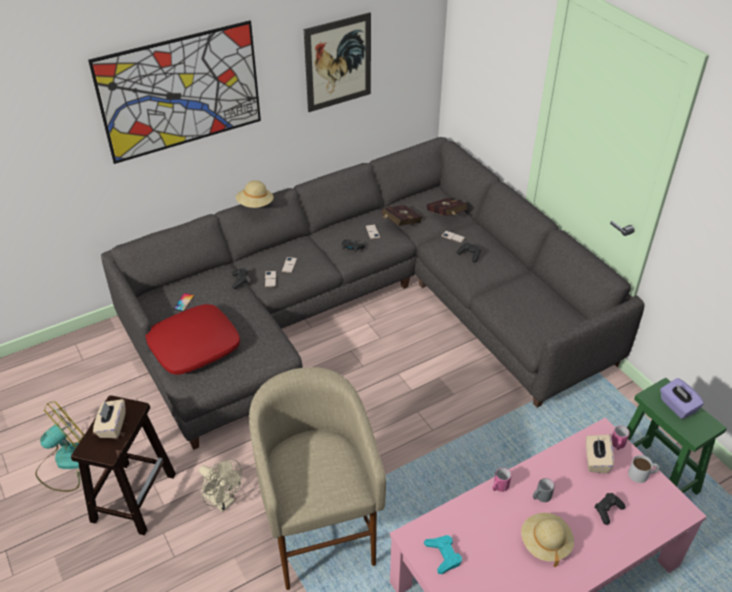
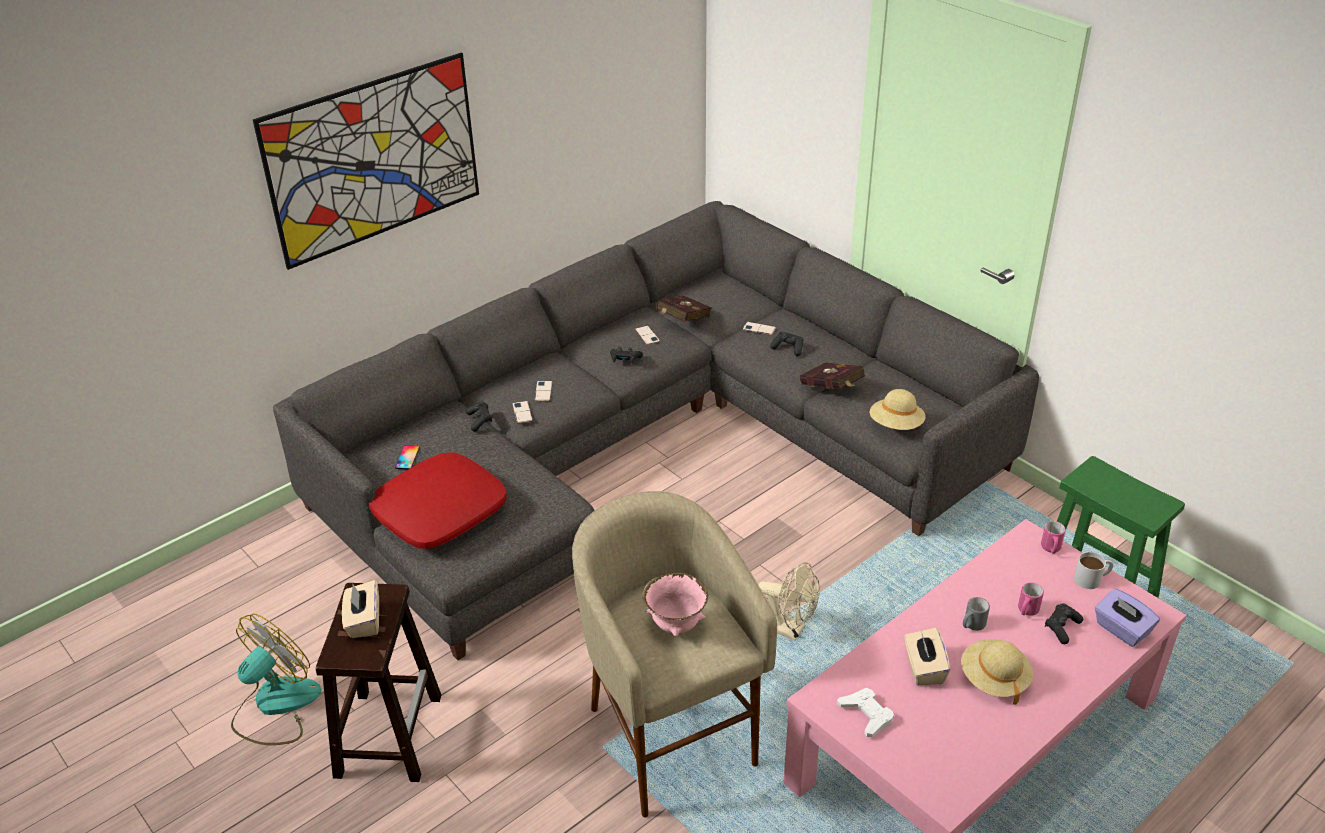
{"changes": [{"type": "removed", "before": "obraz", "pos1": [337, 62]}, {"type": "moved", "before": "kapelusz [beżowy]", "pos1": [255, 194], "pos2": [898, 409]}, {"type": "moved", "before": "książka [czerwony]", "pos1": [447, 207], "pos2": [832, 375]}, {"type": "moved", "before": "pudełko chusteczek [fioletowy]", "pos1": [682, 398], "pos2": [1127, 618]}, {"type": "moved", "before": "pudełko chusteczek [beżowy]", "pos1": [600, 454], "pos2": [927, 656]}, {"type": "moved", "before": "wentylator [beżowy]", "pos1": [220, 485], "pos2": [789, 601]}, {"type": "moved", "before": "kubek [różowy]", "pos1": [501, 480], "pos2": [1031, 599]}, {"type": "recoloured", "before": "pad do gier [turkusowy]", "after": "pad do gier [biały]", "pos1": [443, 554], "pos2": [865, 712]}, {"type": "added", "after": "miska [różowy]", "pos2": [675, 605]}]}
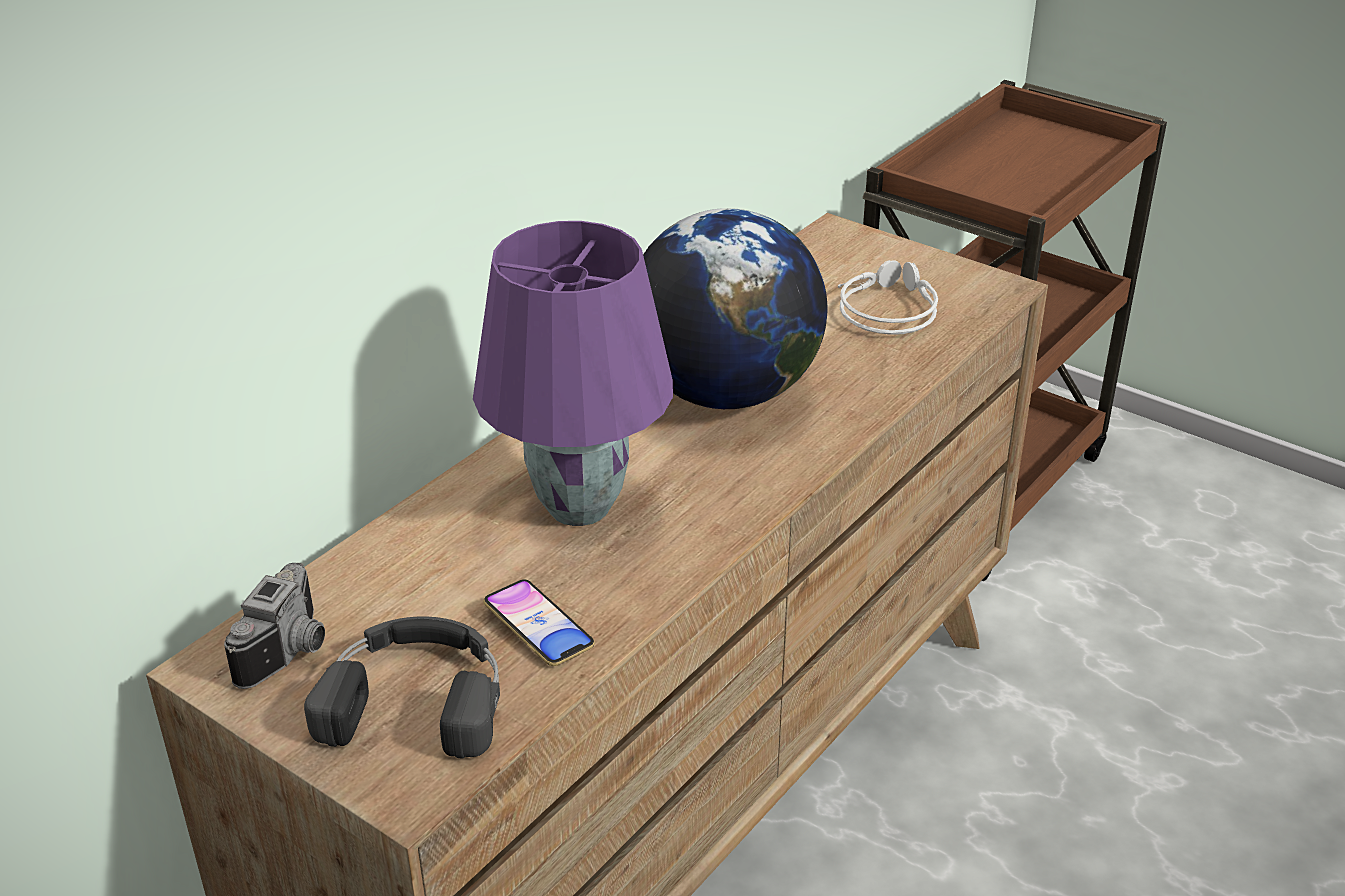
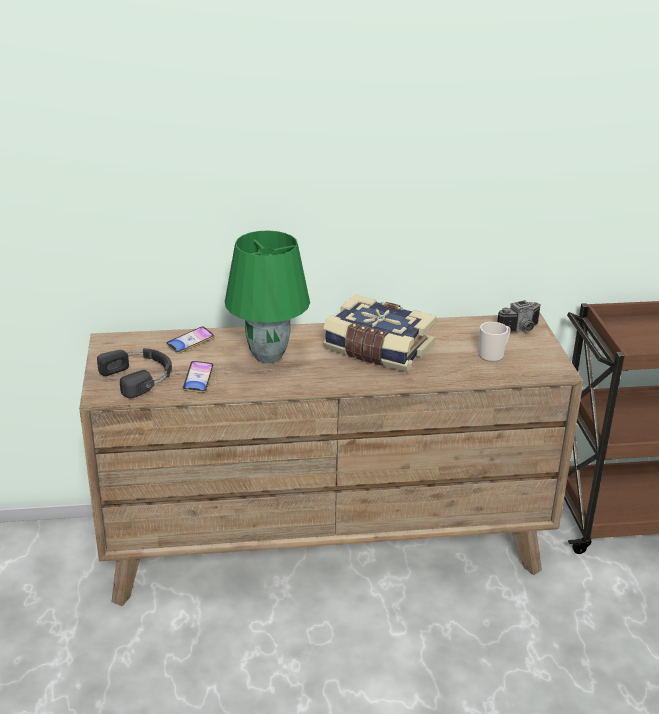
{"changes": [{"type": "replaced", "before": "globus", "after": "książka", "pos1": [735, 308], "pos2": [380, 333]}, {"type": "recoloured", "before": "lampa stołowa [fioletowy]", "after": "lampa stołowa [zielony]", "pos1": [573, 373], "pos2": [267, 297]}, {"type": "replaced", "before": "słuchawki [szary]", "after": "kubek", "pos1": [888, 297], "pos2": [495, 342]}, {"type": "moved", "before": "aparat fotograficzny", "pos1": [274, 626], "pos2": [519, 316]}, {"type": "added", "after": "telefon", "pos2": [190, 340]}]}
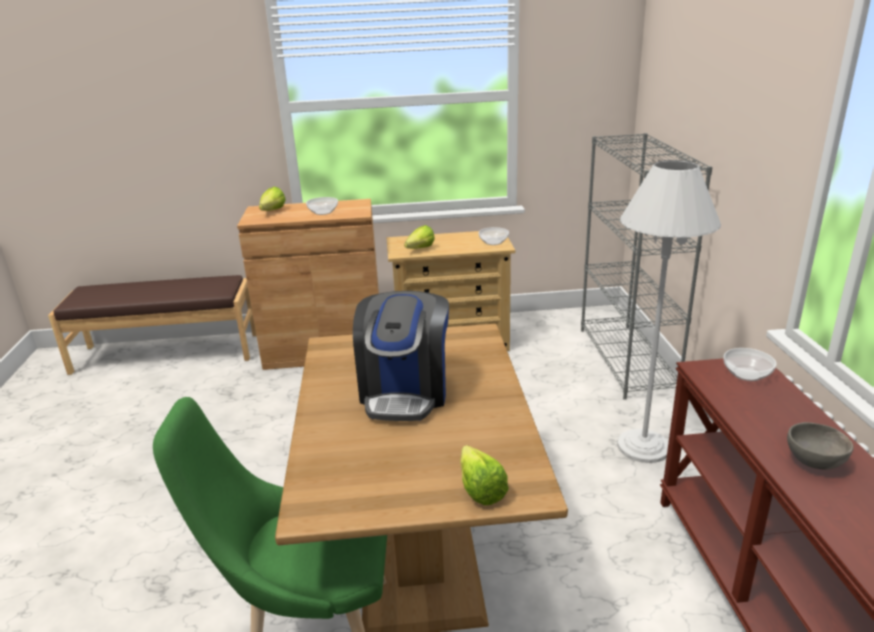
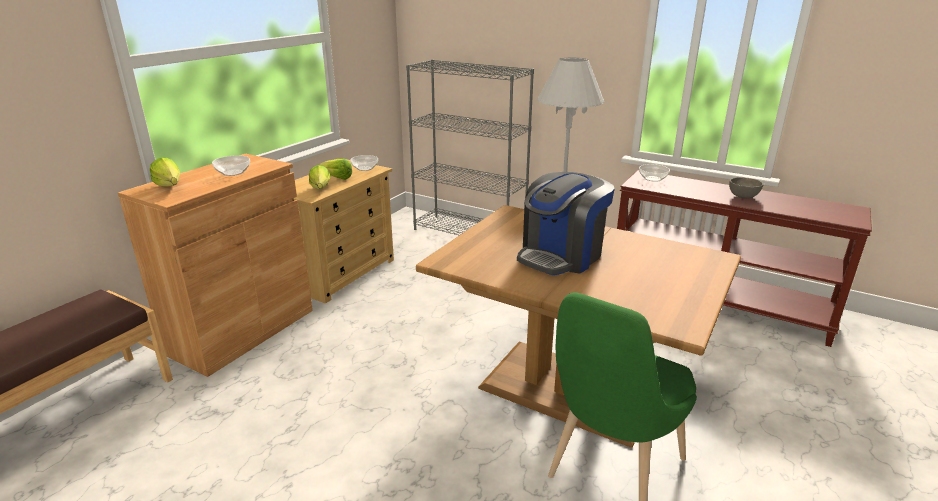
{"changes": [{"type": "turned", "before": "ekspres do kawy", "pos1": [401, 356], "pos2": [566, 223], "turn": 90}, {"type": "moved", "before": "sałata", "pos1": [484, 475], "pos2": [335, 169]}]}
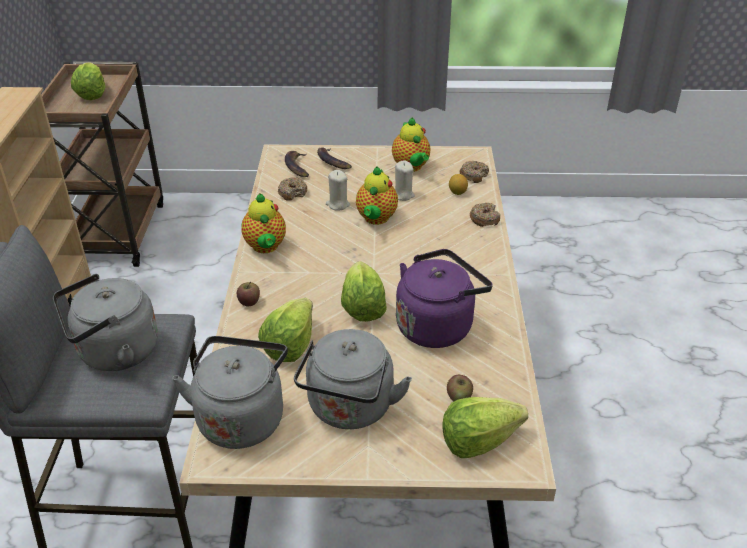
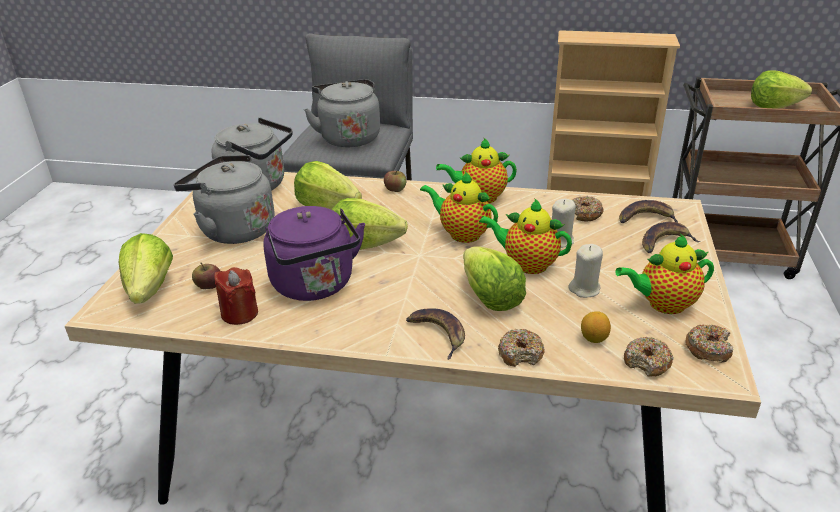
{"changes": [{"type": "added", "after": "imbryk", "pos2": [459, 207]}, {"type": "added", "after": "sałata", "pos2": [494, 278]}, {"type": "added", "after": "świeca [czerwony]", "pos2": [236, 296]}, {"type": "added", "after": "banan", "pos2": [435, 334]}, {"type": "added", "after": "donut", "pos2": [709, 343]}]}
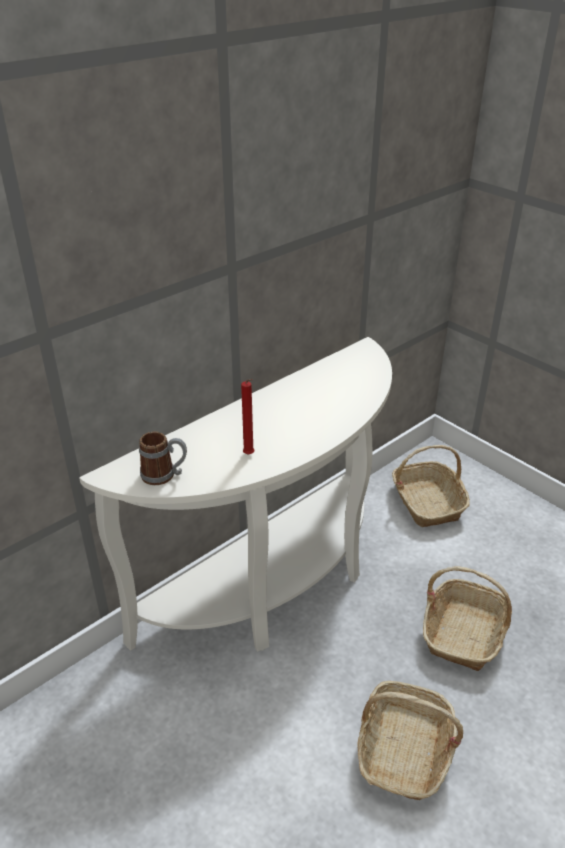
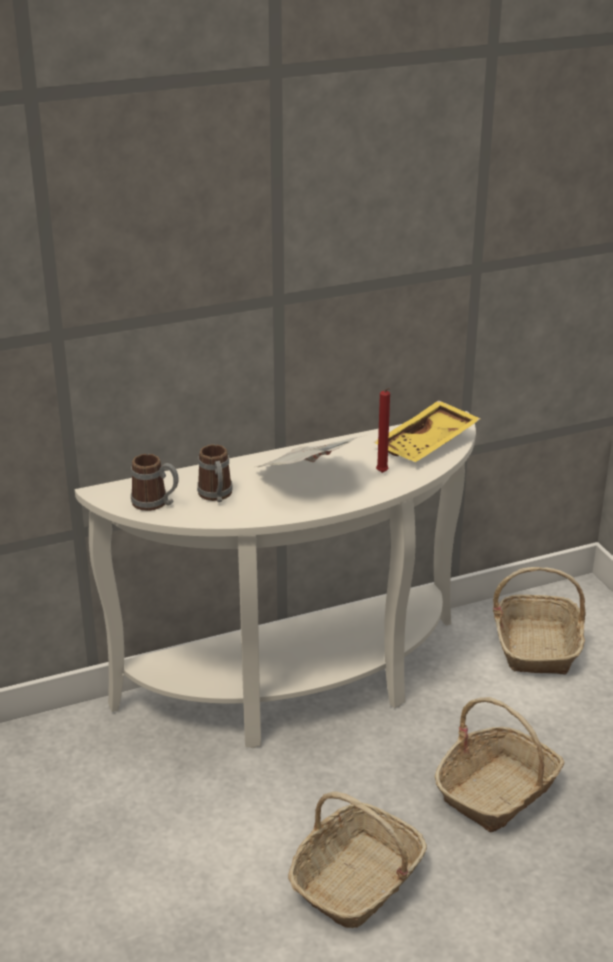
{"changes": [{"type": "moved", "before": "świeca [czerwony]", "pos1": [247, 417], "pos2": [383, 430]}, {"type": "added", "after": "taca [żółty]", "pos2": [426, 431]}, {"type": "added", "after": "gazeta", "pos2": [309, 451]}, {"type": "added", "after": "kubek", "pos2": [215, 473]}]}
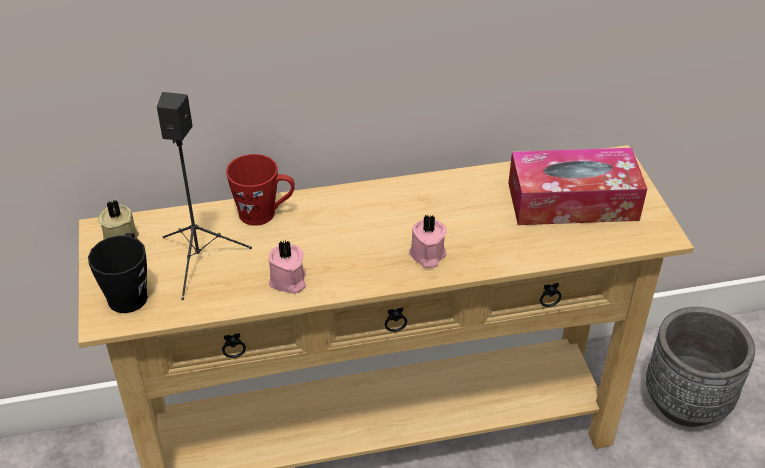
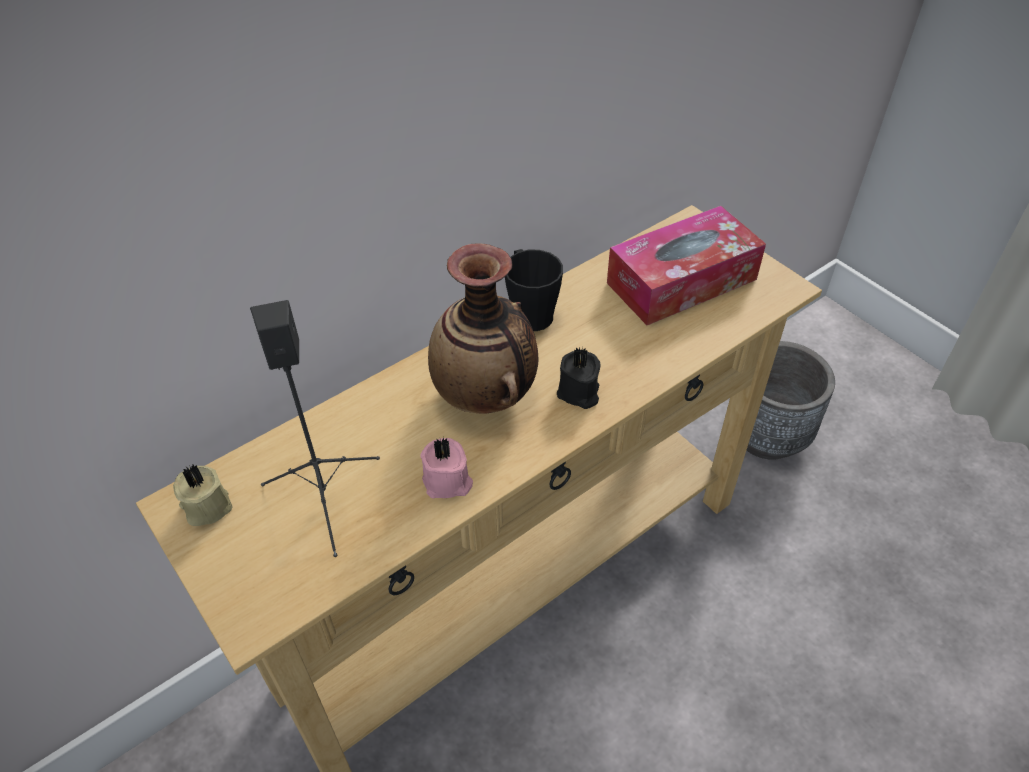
{"changes": [{"type": "removed", "before": "kubek [czerwony]", "pos1": [260, 190]}, {"type": "recoloured", "before": "świeca [różowy]", "after": "świeca [czarny]", "pos1": [428, 241], "pos2": [579, 378]}, {"type": "moved", "before": "kubek [czarny]", "pos1": [118, 273], "pos2": [534, 290]}, {"type": "added", "after": "wazon", "pos2": [483, 328]}]}
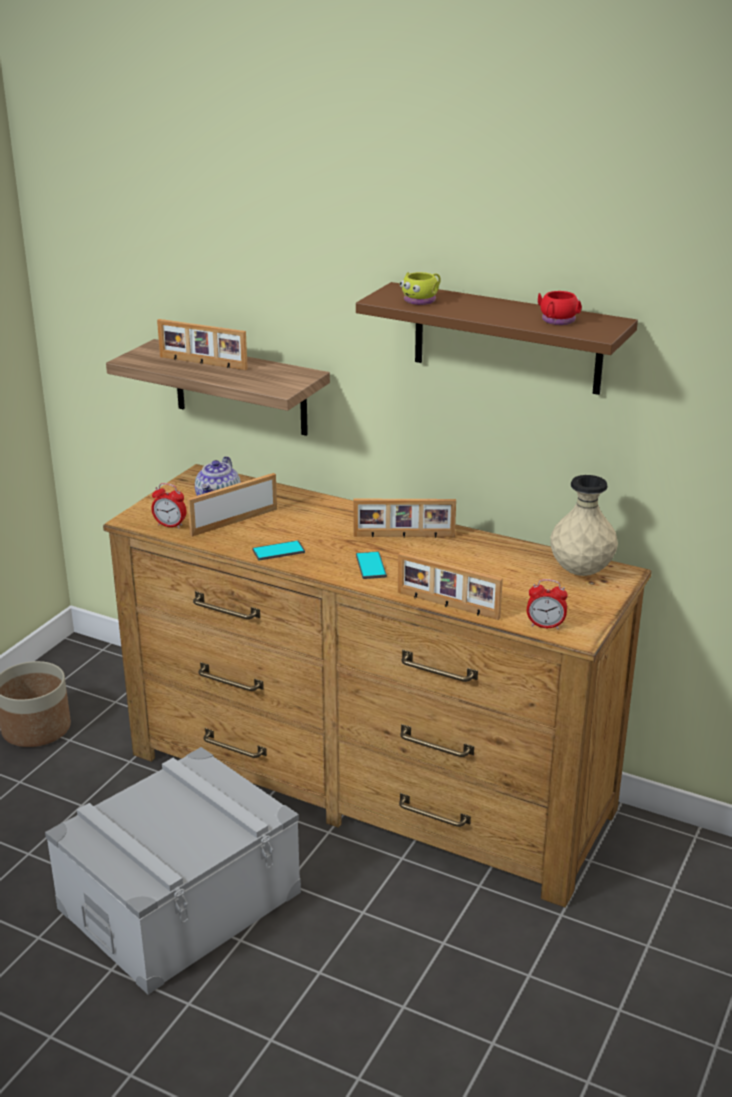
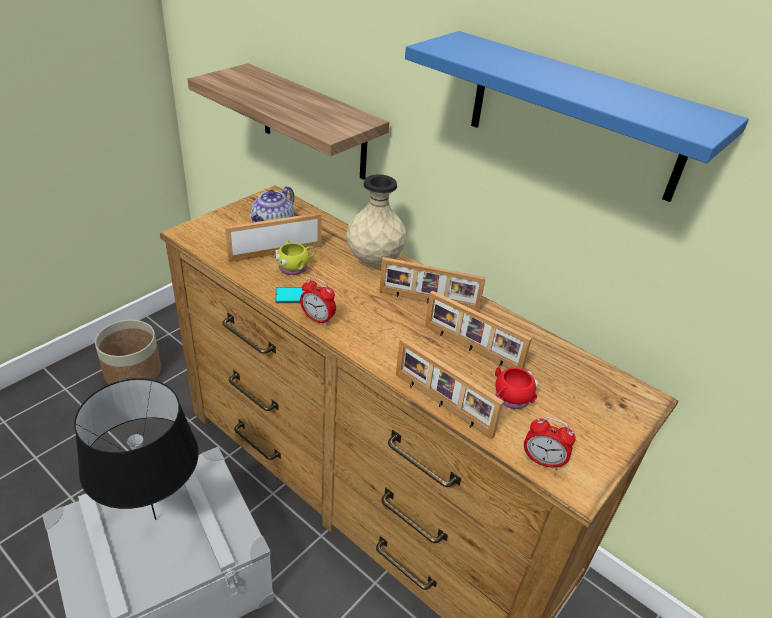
{"changes": [{"type": "moved", "before": "kubek [żółty]", "pos1": [420, 288], "pos2": [295, 257]}, {"type": "recoloured", "before": "półka [brązowy]", "after": "półka [niebieski]", "pos1": [497, 338], "pos2": [577, 116]}, {"type": "moved", "before": "kubek [czerwony]", "pos1": [560, 308], "pos2": [517, 388]}, {"type": "moved", "before": "ramka na zdjęcie", "pos1": [202, 344], "pos2": [478, 330]}, {"type": "moved", "before": "wazon [beżowy]", "pos1": [584, 525], "pos2": [377, 220]}, {"type": "moved", "before": "budzik", "pos1": [169, 505], "pos2": [318, 301]}, {"type": "removed", "before": "telefon", "pos1": [371, 565]}, {"type": "added", "after": "lampa stołowa [czarny]", "pos2": [136, 449]}]}
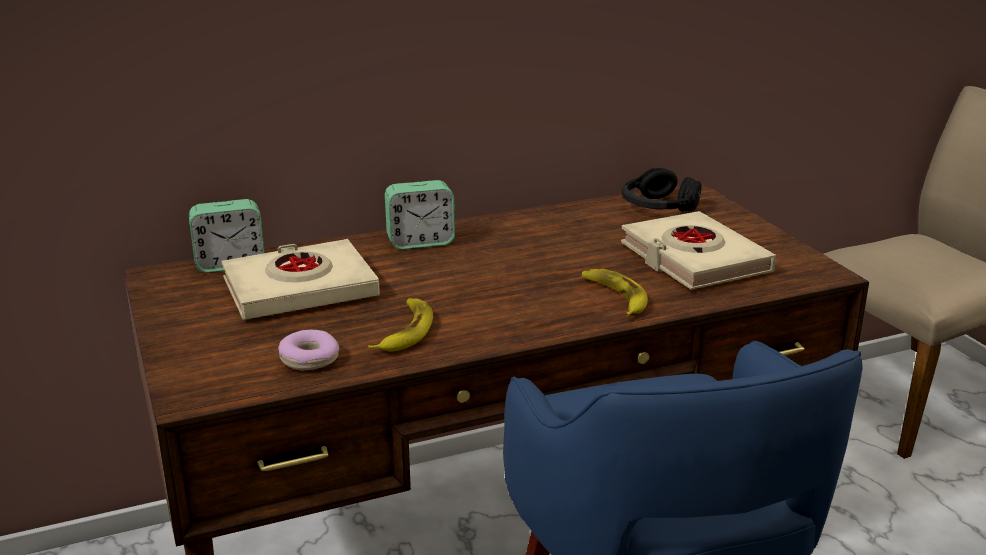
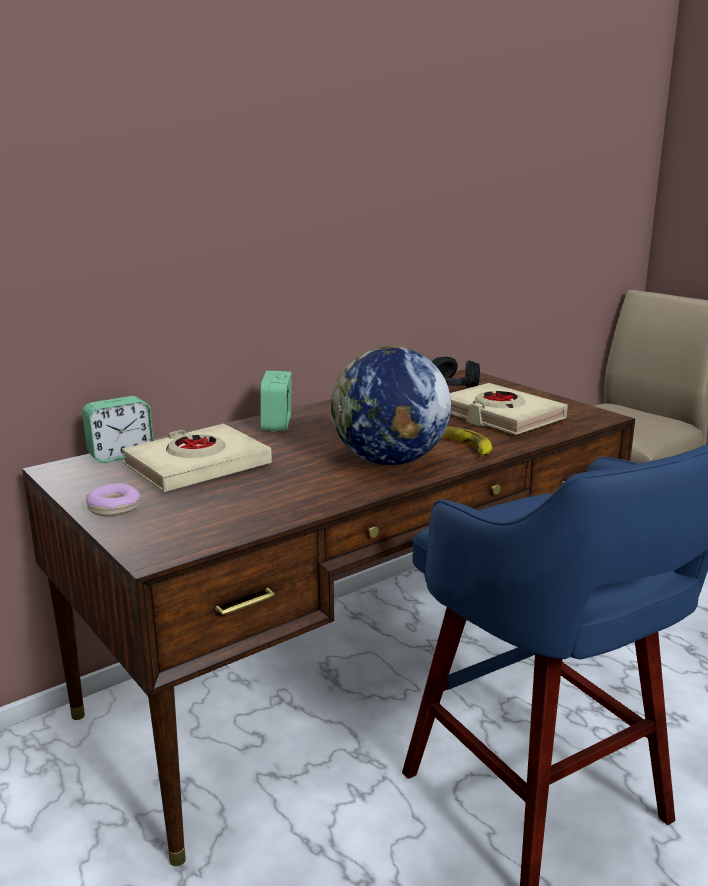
{"changes": [{"type": "turned", "before": "budzik", "pos1": [420, 214], "pos2": [276, 401], "turn": 120}, {"type": "removed", "before": "banan", "pos1": [400, 325]}, {"type": "moved", "before": "donut", "pos1": [308, 350], "pos2": [113, 500]}, {"type": "added", "after": "globus", "pos2": [391, 405]}]}
